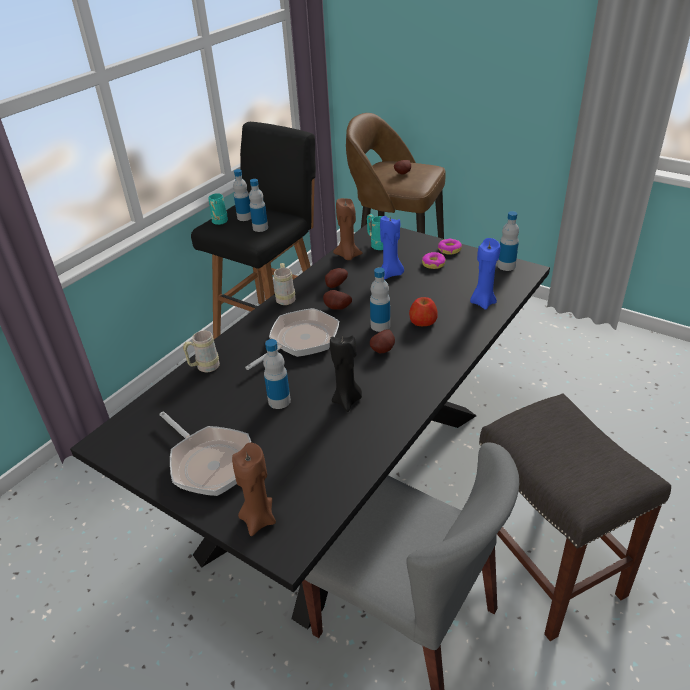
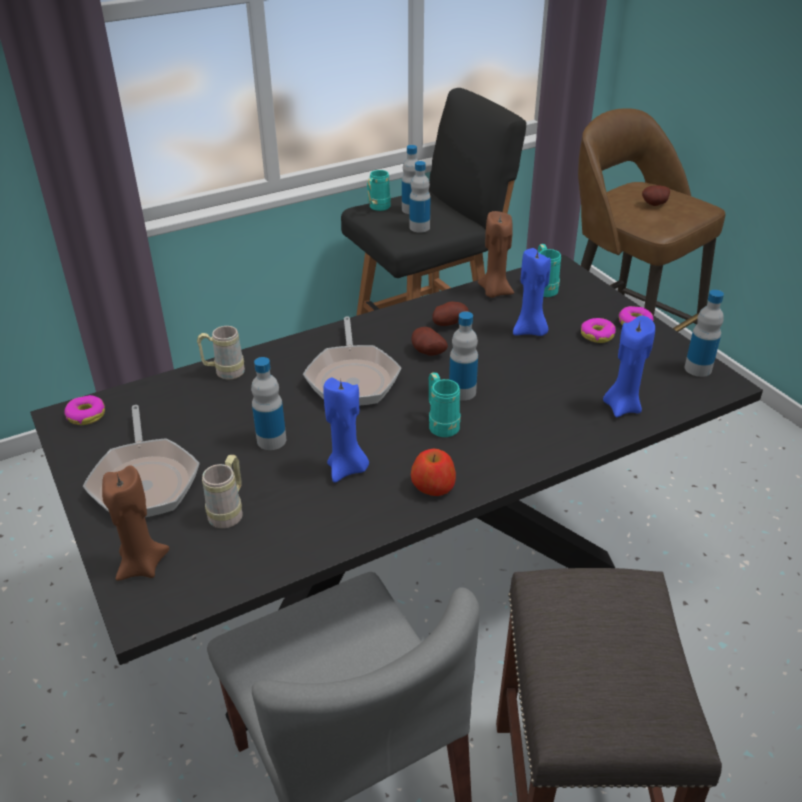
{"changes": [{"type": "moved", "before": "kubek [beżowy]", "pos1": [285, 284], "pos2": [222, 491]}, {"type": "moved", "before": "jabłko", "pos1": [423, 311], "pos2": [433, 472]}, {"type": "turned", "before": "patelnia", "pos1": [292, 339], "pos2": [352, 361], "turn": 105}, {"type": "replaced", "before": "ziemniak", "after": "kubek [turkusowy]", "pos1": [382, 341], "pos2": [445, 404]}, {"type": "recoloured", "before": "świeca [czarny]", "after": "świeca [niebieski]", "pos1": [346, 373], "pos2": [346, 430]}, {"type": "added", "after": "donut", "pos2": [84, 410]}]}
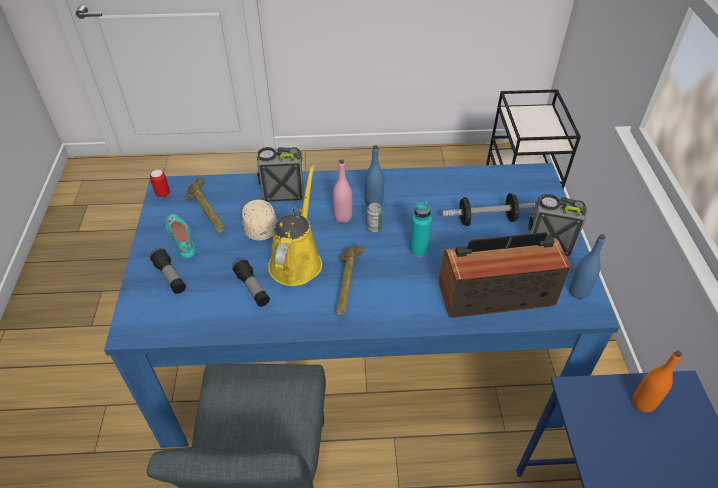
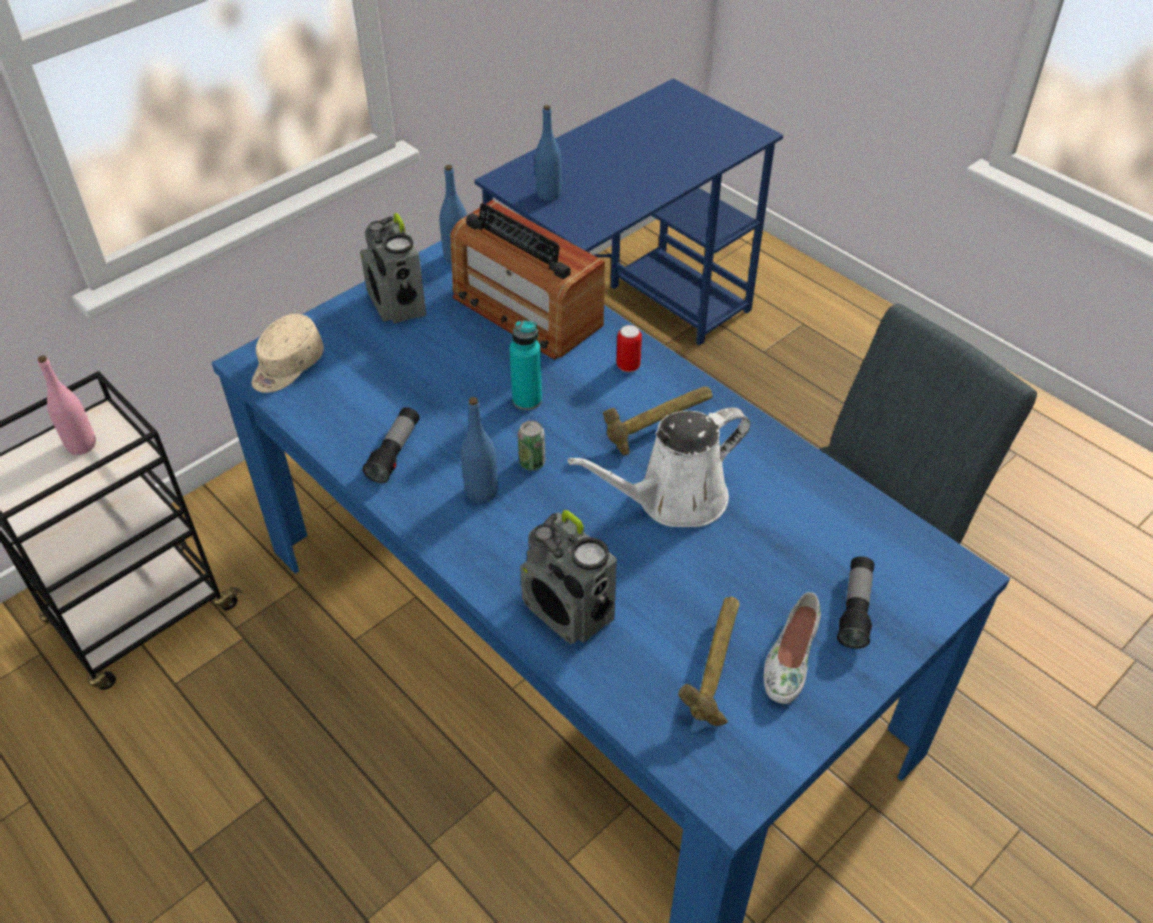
{"changes": [{"type": "moved", "before": "butelka [różowy]", "pos1": [342, 191], "pos2": [67, 405]}, {"type": "recoloured", "before": "konewka [żółty]", "after": "konewka [biały]", "pos1": [295, 225], "pos2": [659, 467]}, {"type": "moved", "before": "puszka", "pos1": [160, 184], "pos2": [629, 348]}, {"type": "removed", "before": "hantel", "pos1": [488, 209]}, {"type": "moved", "before": "czapka z daszkiem [beżowy]", "pos1": [259, 220], "pos2": [288, 353]}, {"type": "recoloured", "before": "but [turkusowy]", "after": "but [biały]", "pos1": [181, 236], "pos2": [792, 648]}, {"type": "moved", "before": "latarka", "pos1": [251, 283], "pos2": [391, 445]}, {"type": "recoloured", "before": "butelka [pomarańczowy]", "after": "butelka [niebieski]", "pos1": [657, 382], "pos2": [548, 153]}]}
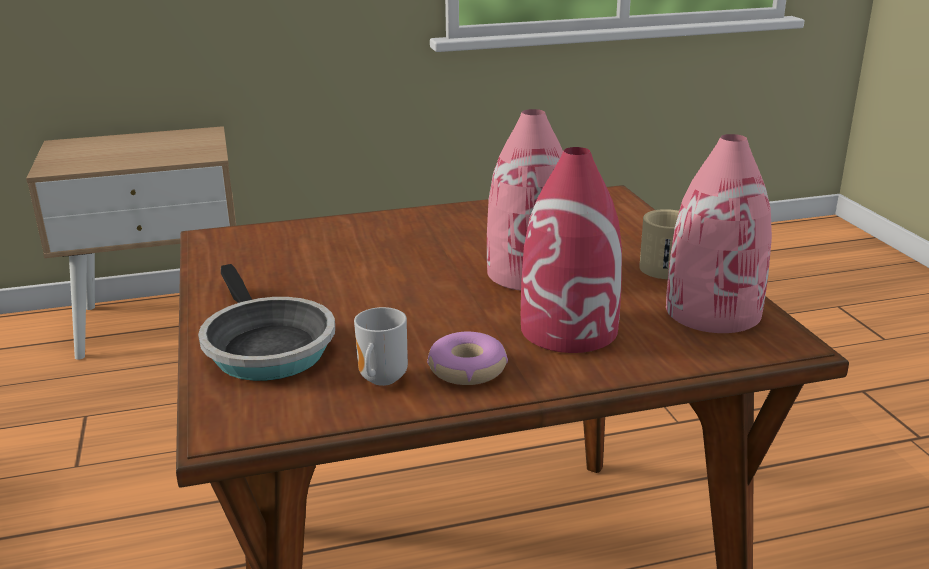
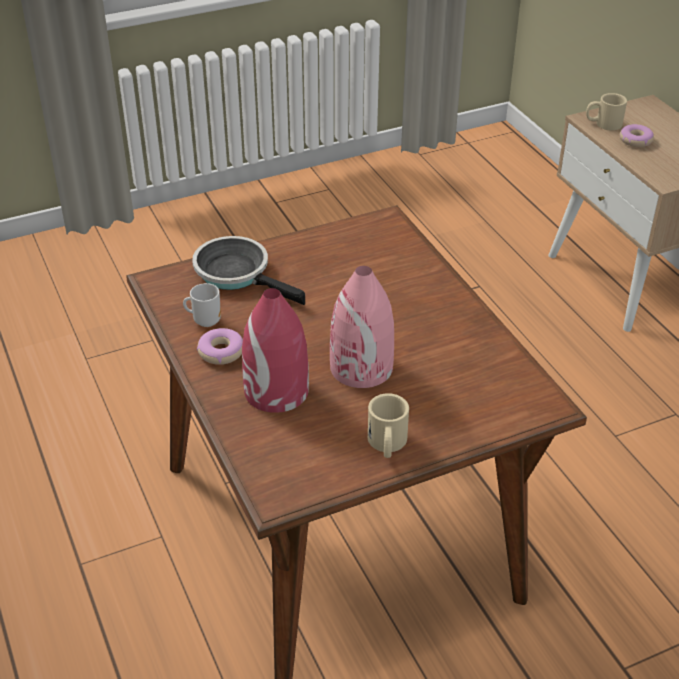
{"changes": [{"type": "removed", "before": "wazon [różowy]", "pos1": [719, 233]}, {"type": "turned", "before": "patelnia", "pos1": [266, 322], "pos2": [248, 270], "turn": 75}, {"type": "added", "after": "kubek [beżowy]", "pos2": [606, 112]}, {"type": "added", "after": "donut", "pos2": [637, 135]}]}
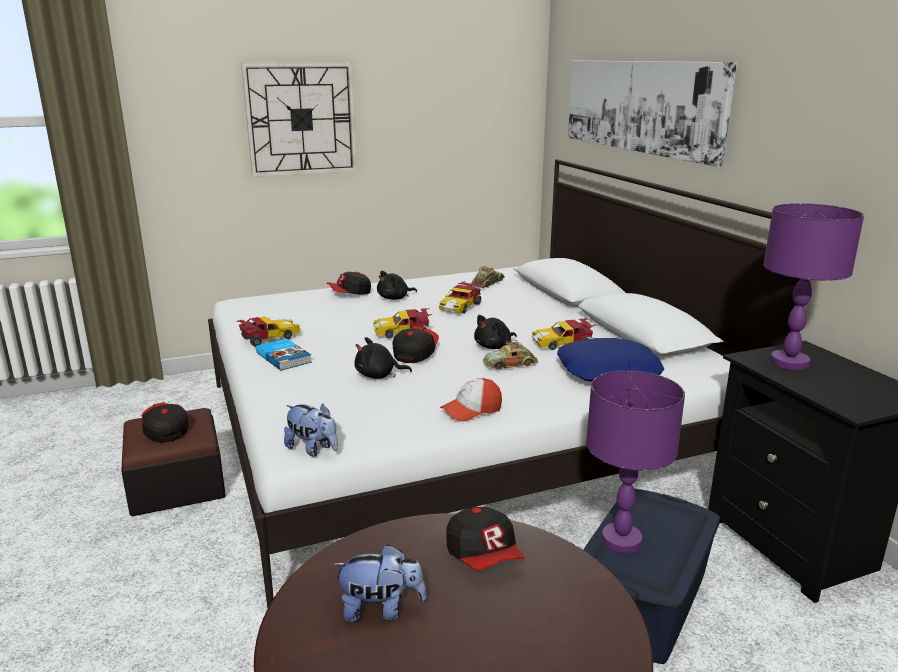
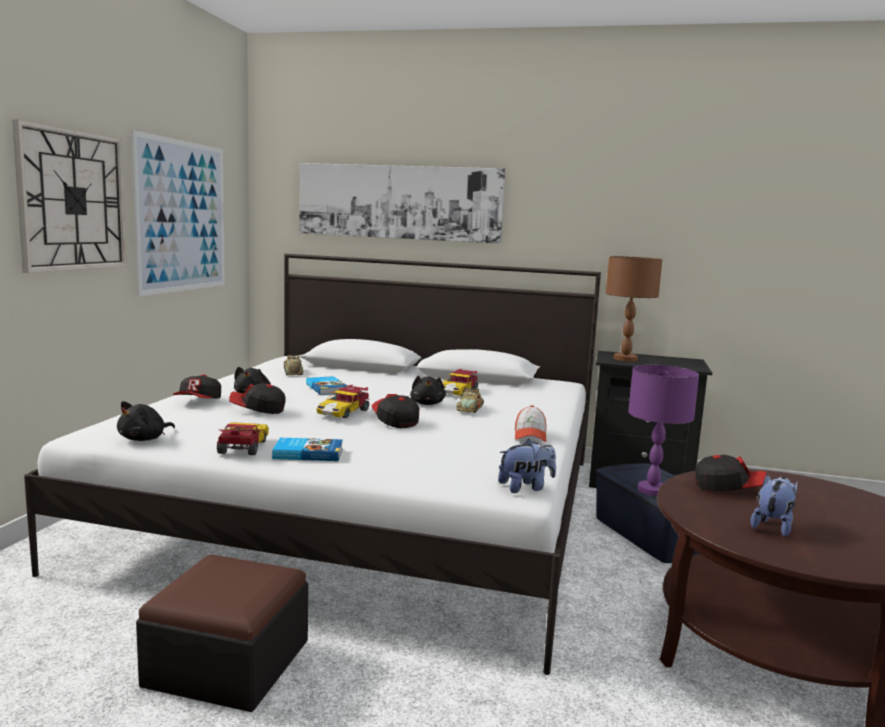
{"changes": [{"type": "recoloured", "before": "lampa stołowa [fioletowy]", "after": "lampa stołowa [brązowy]", "pos1": [813, 286], "pos2": [634, 309]}, {"type": "replaced", "before": "samochodzik", "after": "książka", "pos1": [460, 297], "pos2": [327, 385]}, {"type": "moved", "before": "pluszak [czarny]", "pos1": [383, 358], "pos2": [146, 421]}, {"type": "removed", "before": "poduszka [niebieski]", "pos1": [610, 360]}, {"type": "moved", "before": "czapka z daszkiem", "pos1": [165, 422], "pos2": [257, 398]}, {"type": "added", "after": "obraz", "pos2": [178, 213]}]}
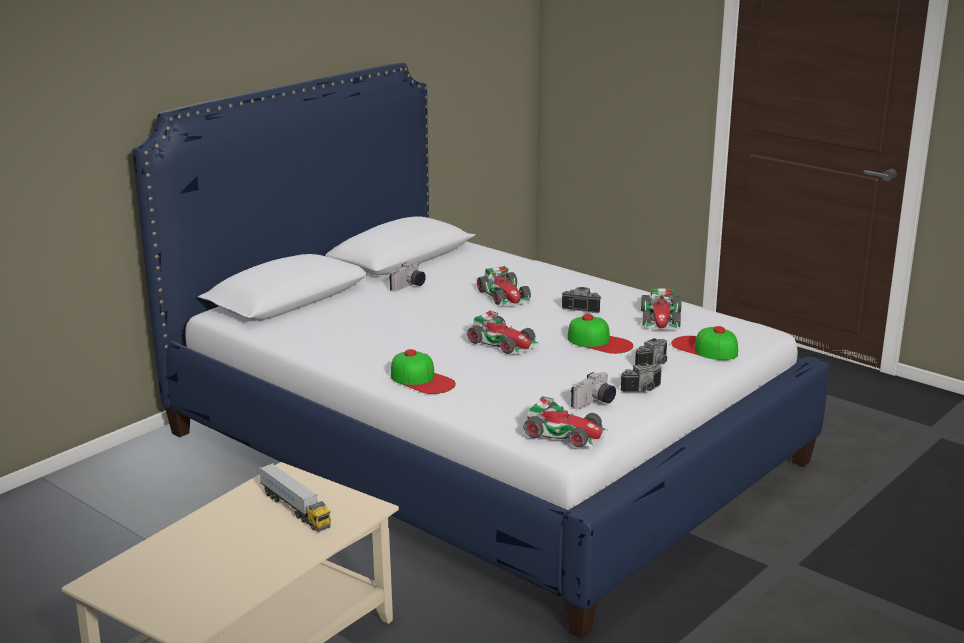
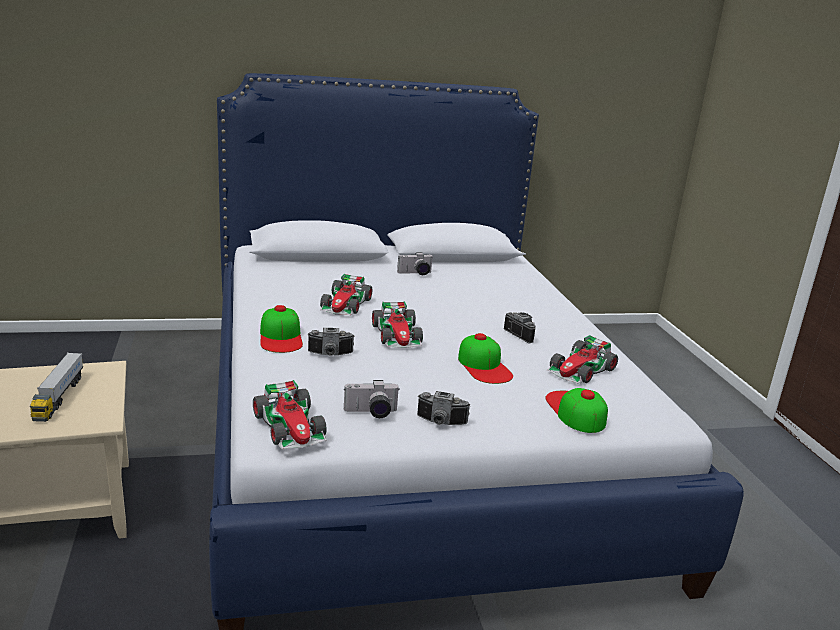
{"changes": [{"type": "moved", "before": "samochodzik", "pos1": [504, 286], "pos2": [346, 294]}, {"type": "moved", "before": "aparat fotograficzny", "pos1": [651, 351], "pos2": [331, 342]}]}
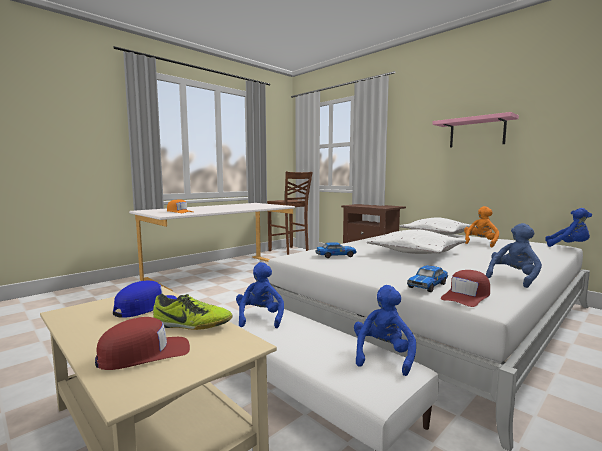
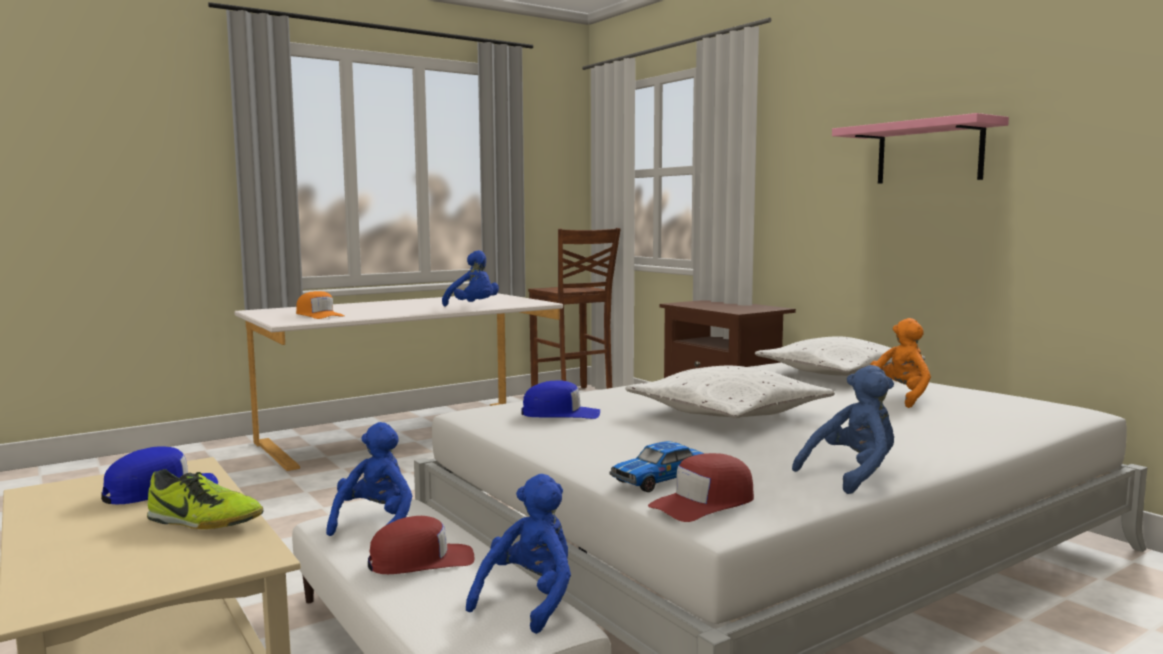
{"changes": [{"type": "moved", "before": "pluszak [niebieski]", "pos1": [568, 227], "pos2": [470, 278]}, {"type": "replaced", "before": "samochodzik", "after": "czapka z daszkiem [niebieski]", "pos1": [336, 250], "pos2": [560, 399]}, {"type": "moved", "before": "czapka z daszkiem [czerwony]", "pos1": [142, 343], "pos2": [421, 545]}]}
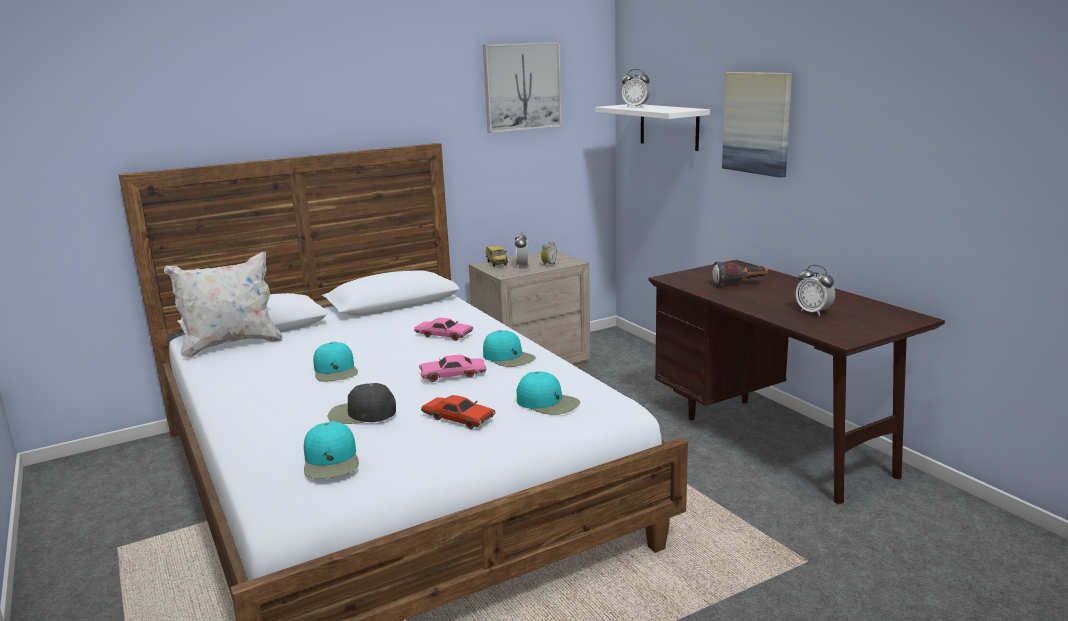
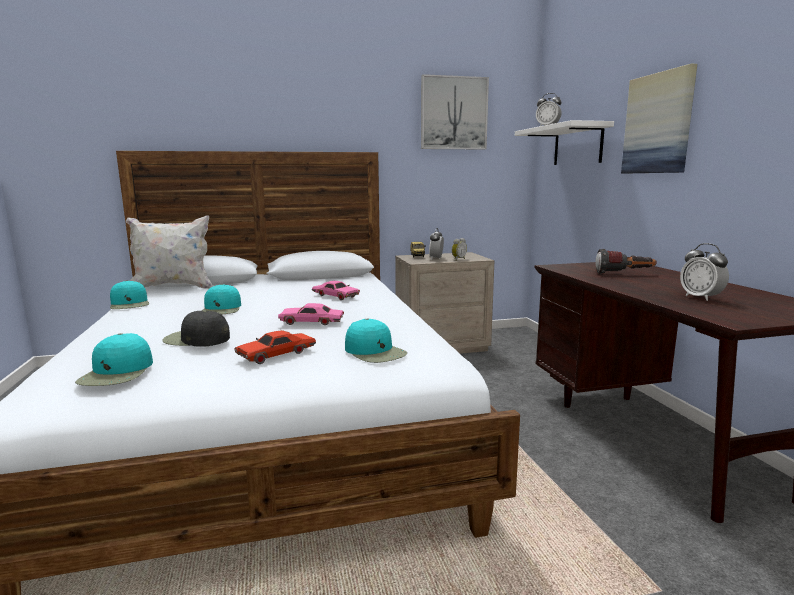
{"changes": [{"type": "moved", "before": "czapka z daszkiem [turkusowy]", "pos1": [509, 348], "pos2": [129, 294]}, {"type": "turned", "before": "samochodzik [czerwony]", "pos1": [458, 412], "pos2": [275, 347], "turn": 90}]}
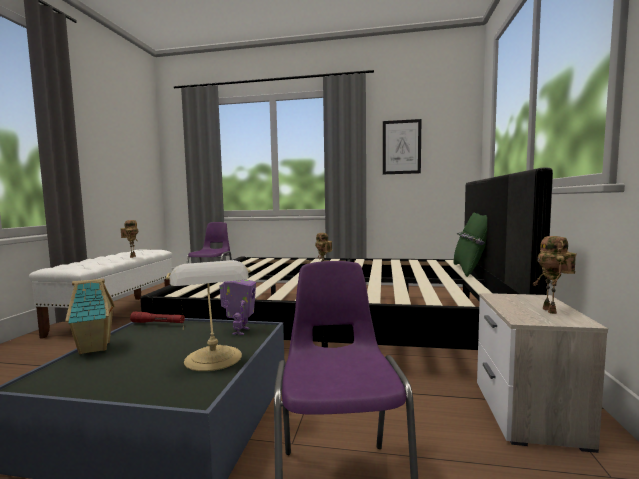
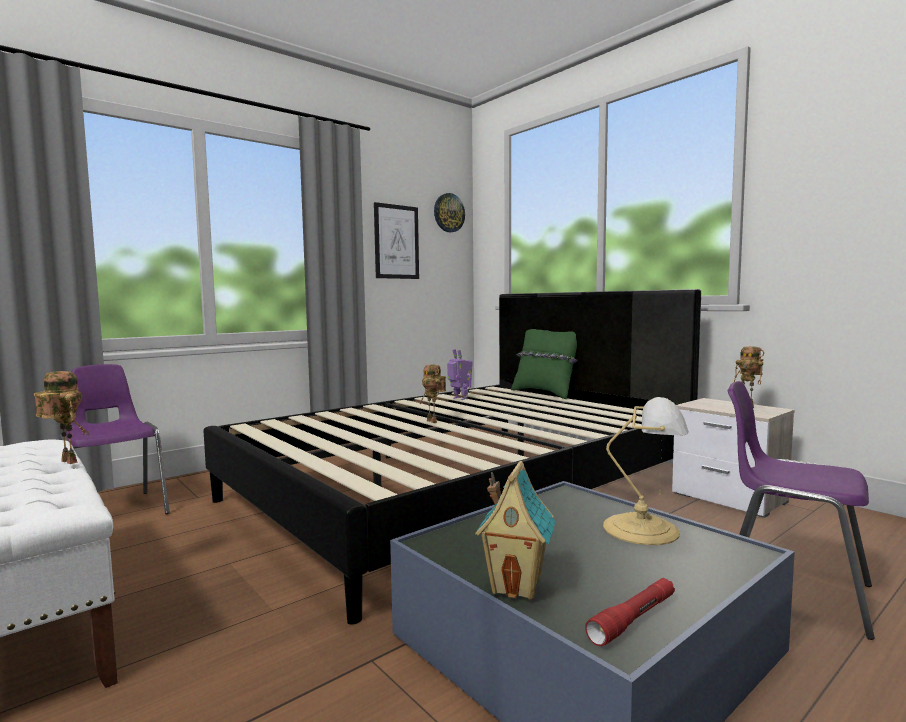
{"changes": [{"type": "moved", "before": "robot zabawkowy", "pos1": [237, 307], "pos2": [460, 374]}, {"type": "moved", "before": "latarka [czerwony]", "pos1": [157, 317], "pos2": [630, 612]}, {"type": "added", "after": "zegar ścienny", "pos2": [449, 213]}]}
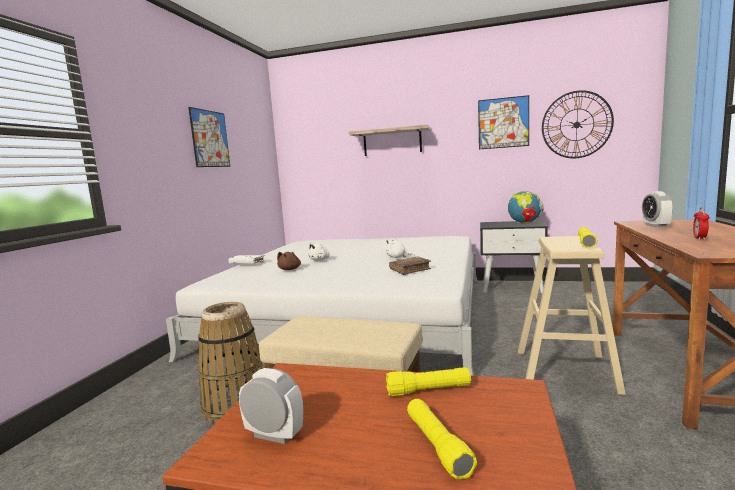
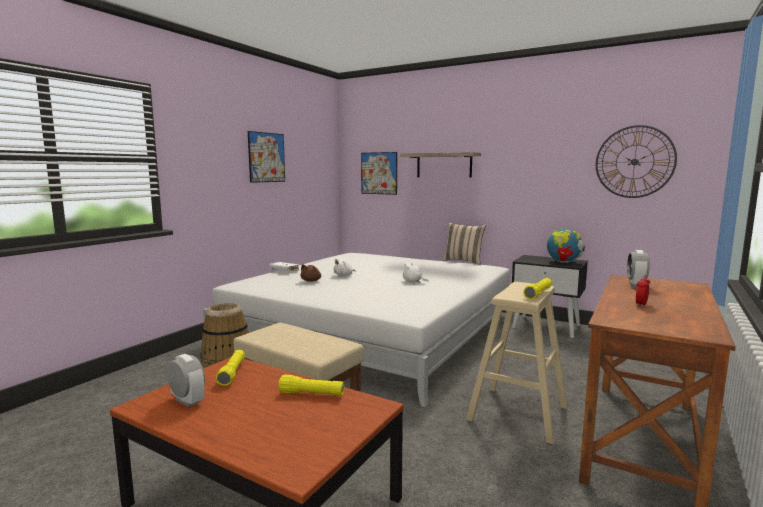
{"changes": [{"type": "moved", "before": "obraz", "pos1": [503, 122], "pos2": [379, 173]}, {"type": "removed", "before": "książka [brązowy]", "pos1": [410, 266]}, {"type": "moved", "before": "latarka [żółty]", "pos1": [442, 439], "pos2": [230, 368]}, {"type": "added", "after": "poduszka [beżowy]", "pos2": [464, 244]}]}
